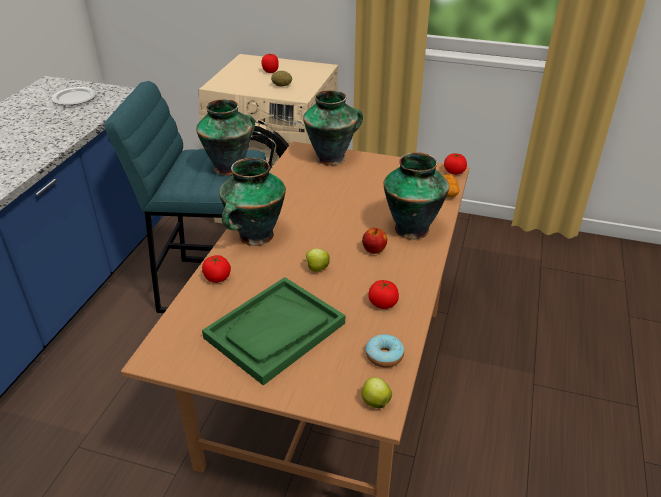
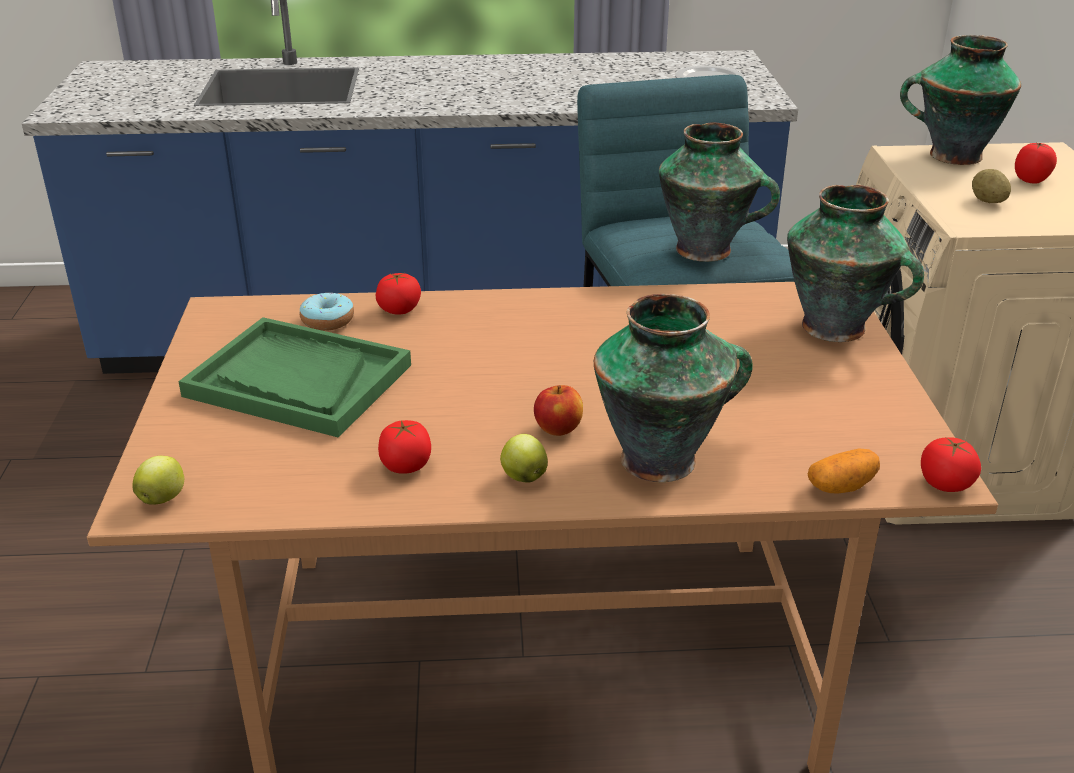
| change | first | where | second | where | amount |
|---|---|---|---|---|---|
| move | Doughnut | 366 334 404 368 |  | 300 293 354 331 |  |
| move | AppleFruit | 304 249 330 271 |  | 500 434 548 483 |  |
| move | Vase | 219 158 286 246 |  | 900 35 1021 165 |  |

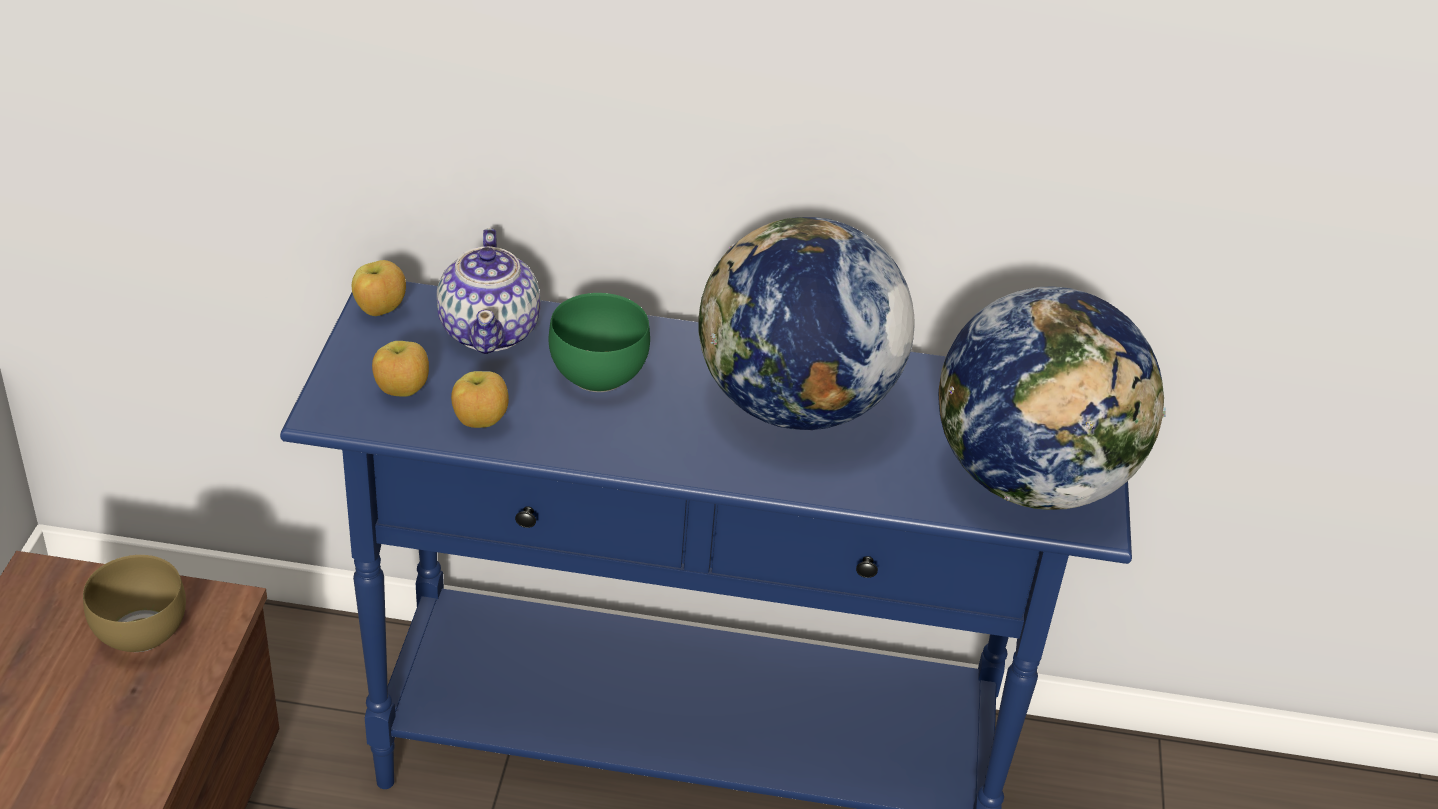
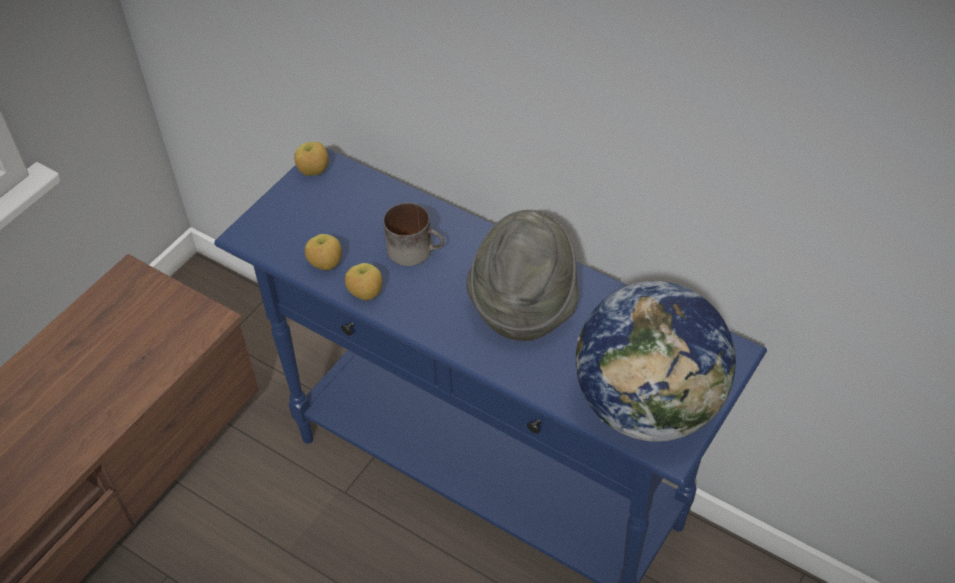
| change | first | where | second | where | amount |
|---|---|---|---|---|---|
| move | AppleFruit | 372 341 429 397 |  | 345 263 382 301 |  |
| replace | GreenishDeepDish | 549 293 650 392 | Mug | 383 203 444 266 |  |
| replace | DeskGlobe | 698 217 915 430 | GreyHat | 466 210 578 341 |  |
| delete | BrownColouredDeepDish | 83 555 186 652 |  |  |  |
| delete | PotForTea | 437 228 541 354 |  |  |  |

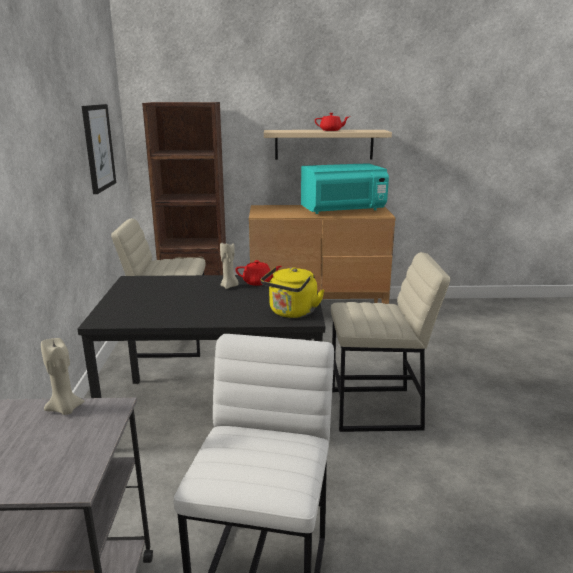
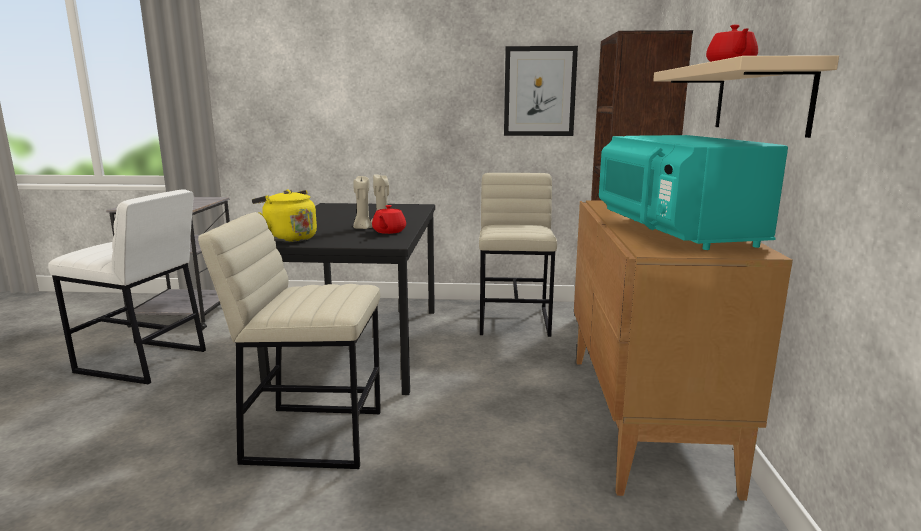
| change | first | where | second | where | amount |
|---|---|---|---|---|---|
| rotate | BeigeChair | 331 252 450 432 |  | 198 212 381 469 | 90 degrees clockwise |
| move | BeigeWaxLight | 41 338 84 415 |  | 353 176 372 229 |  |

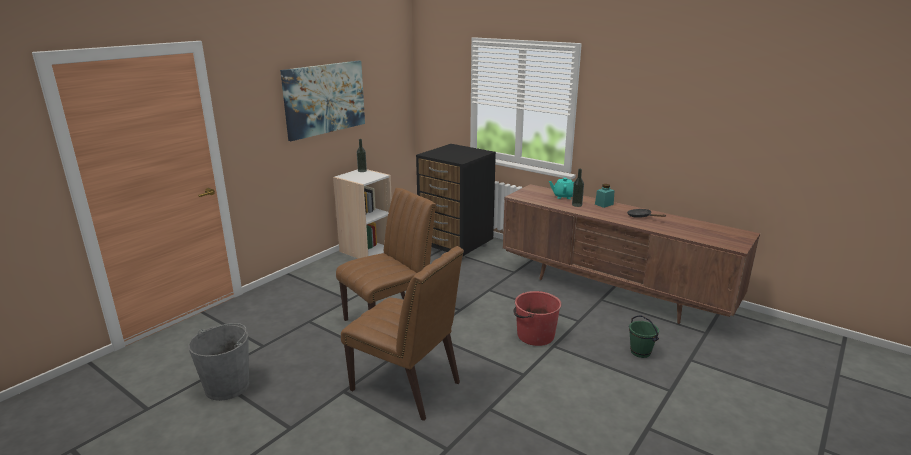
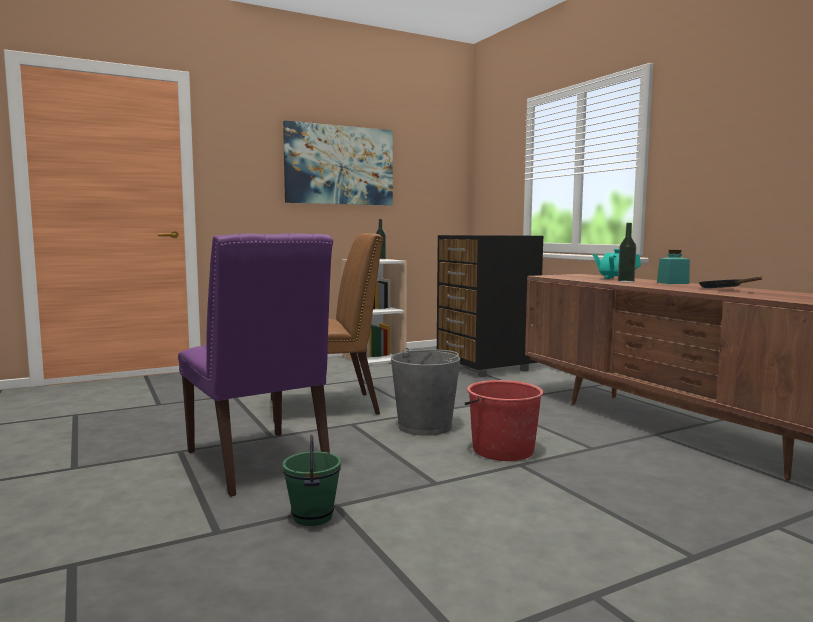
| change | first | where | second | where | amount |
|---|---|---|---|---|---|
| recolor | BrownColouredChair | 341 246 464 421 | PurpleColouredChair | 178 233 333 497 |  |
| move | GreenishBucket | 629 315 659 358 |  | 282 435 341 526 |  |
| move | GreyBucket | 188 323 250 401 |  | 391 348 460 436 |  |

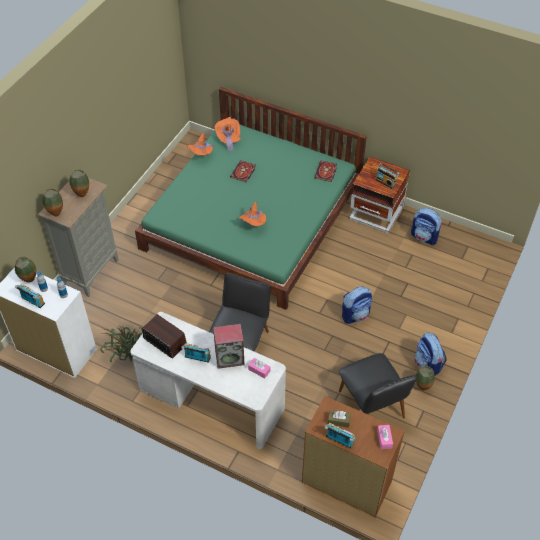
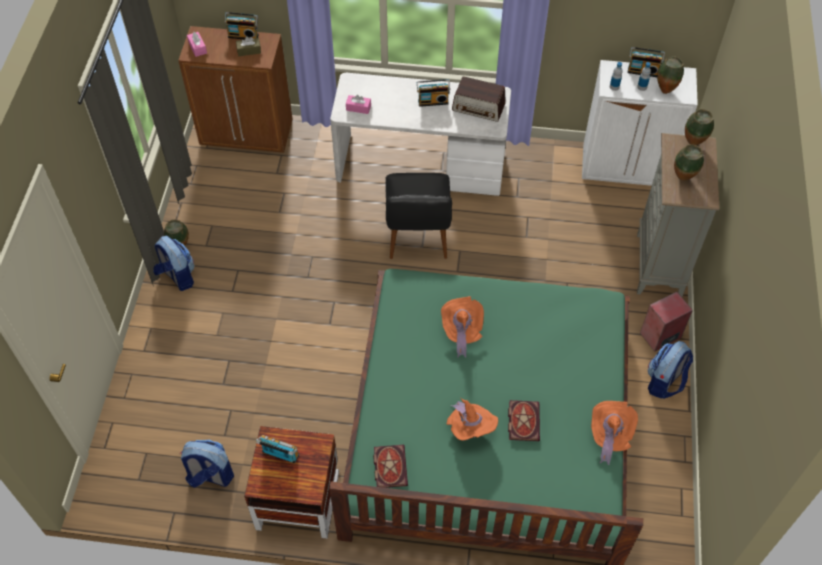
| change | first | where | second | where | amount |
|---|---|---|---|---|---|
| move | OrangeHat | 214 117 241 152 |  | 447 398 498 440 |  |
| move | AudioSpeaker | 213 324 244 369 |  | 640 292 693 352 |  |
| move | Backpack | 342 286 372 324 |  | 648 341 693 399 |  |
| delete | PottedPlant | 100 322 143 362 |  |  |  |
| delete | BlackishChair | 339 353 417 418 |  |  |  |

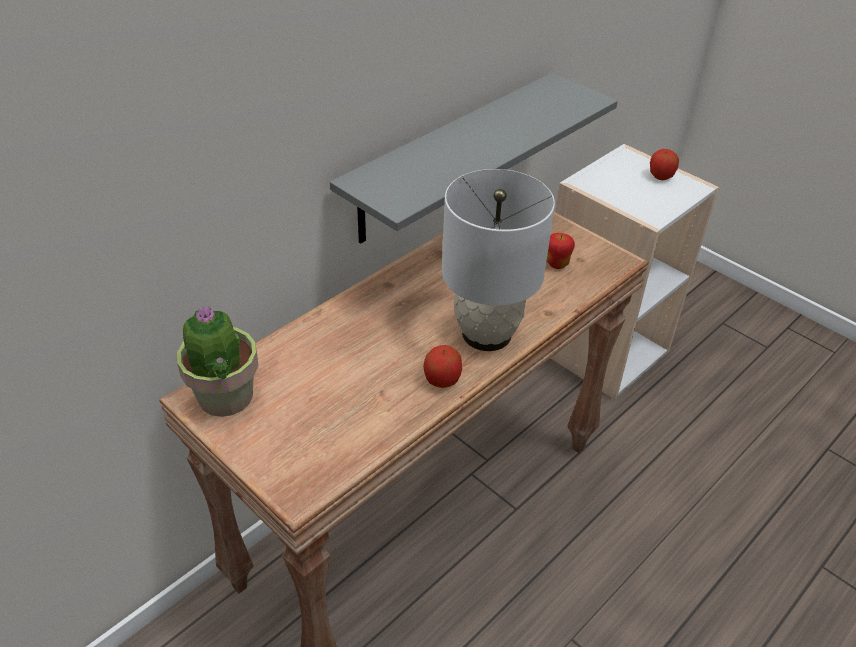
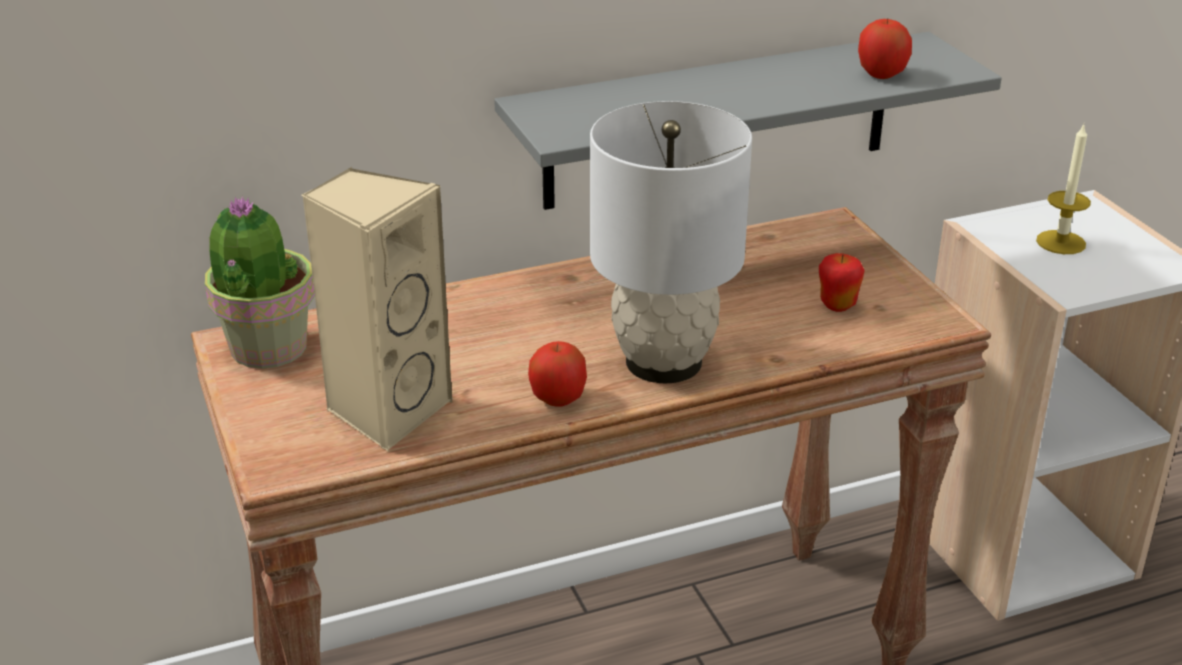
| change | first | where | second | where | amount |
|---|---|---|---|---|---|
| insert |  |  | BeigeAudioSpeaker | 302 167 453 451 |  |
| move | AppleFruit | 650 149 679 180 |  | 858 19 912 79 |  |
| insert |  |  | WaxLight | 1036 124 1091 254 |  |

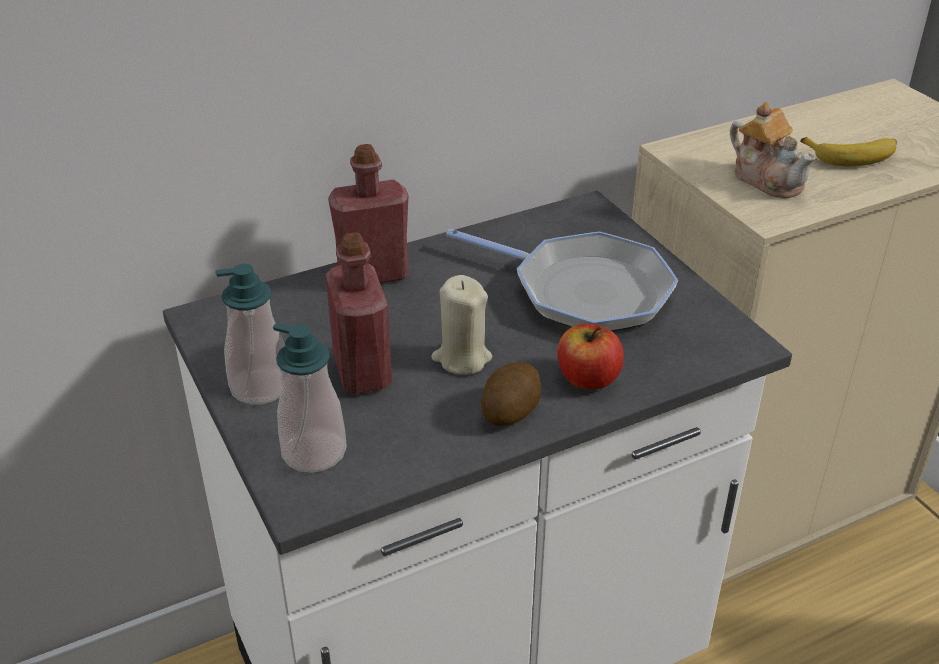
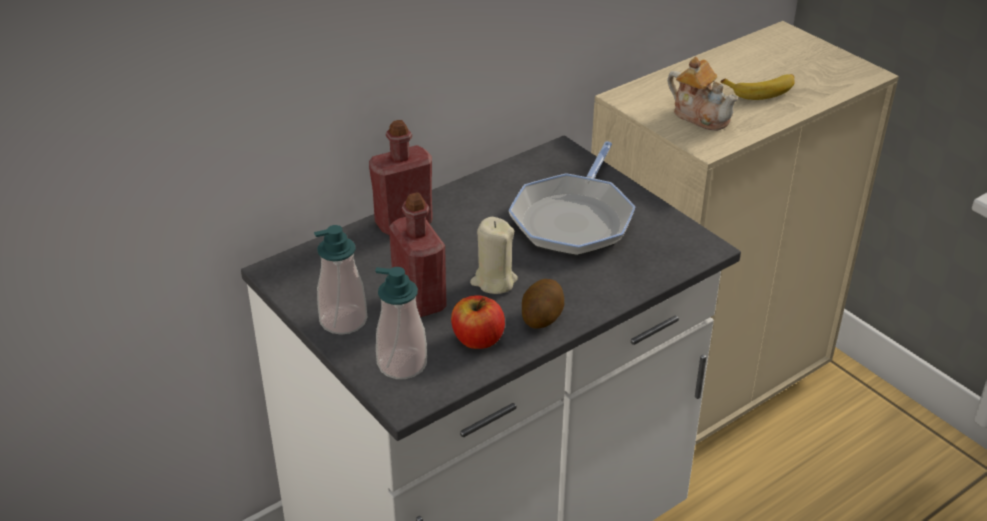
| change | first | where | second | where | amount |
|---|---|---|---|---|---|
| move | AppleFruit | 557 324 624 390 |  | 451 295 505 349 |  |
| rotate | FryingPan | 446 229 678 332 |  | 509 141 635 256 | 90 degrees clockwise |

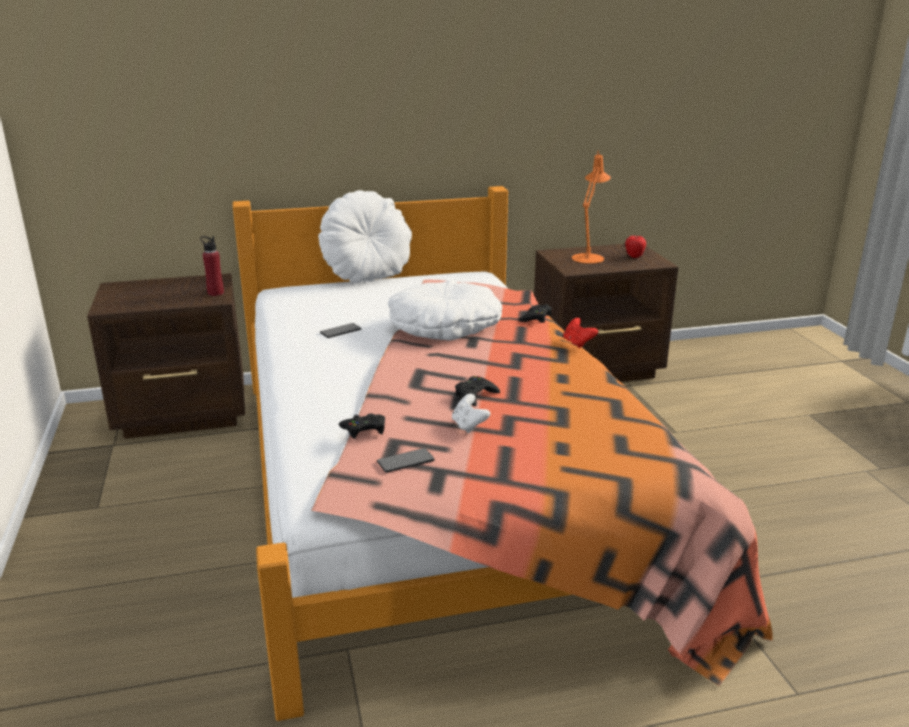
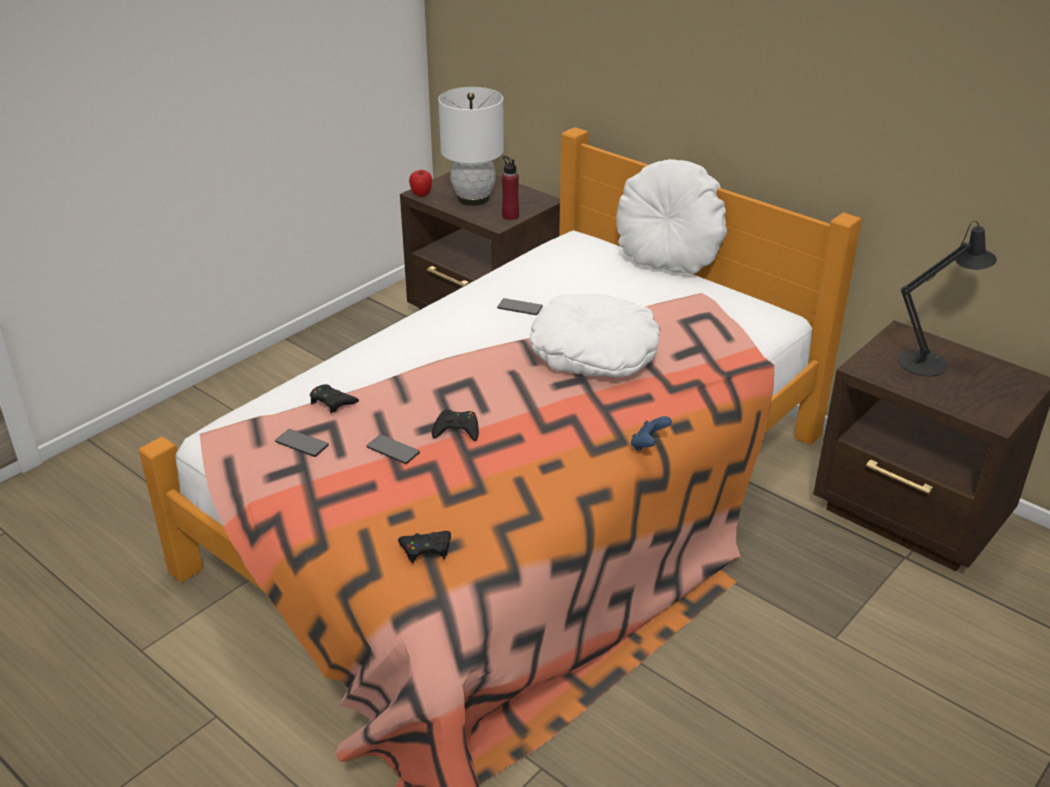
| change | first | where | second | where | amount |
|---|---|---|---|---|---|
| replace | WhiteGameController | 452 394 490 433 | Phone | 367 435 420 464 |  |
| move | BlackishGameController | 519 304 552 323 |  | 398 531 451 563 |  |
| move | AppleFruit | 625 235 646 258 |  | 409 170 432 197 |  |
| insert |  |  | WhiteLampForATable | 438 87 504 206 |  |
| recolor | ReddishGameController | 563 318 598 348 | BlueColouredGameController | 631 416 672 451 |  |
| recolor | OrangeLampForATable | 572 150 611 264 | BlackishLampForATable | 898 221 997 377 |  |

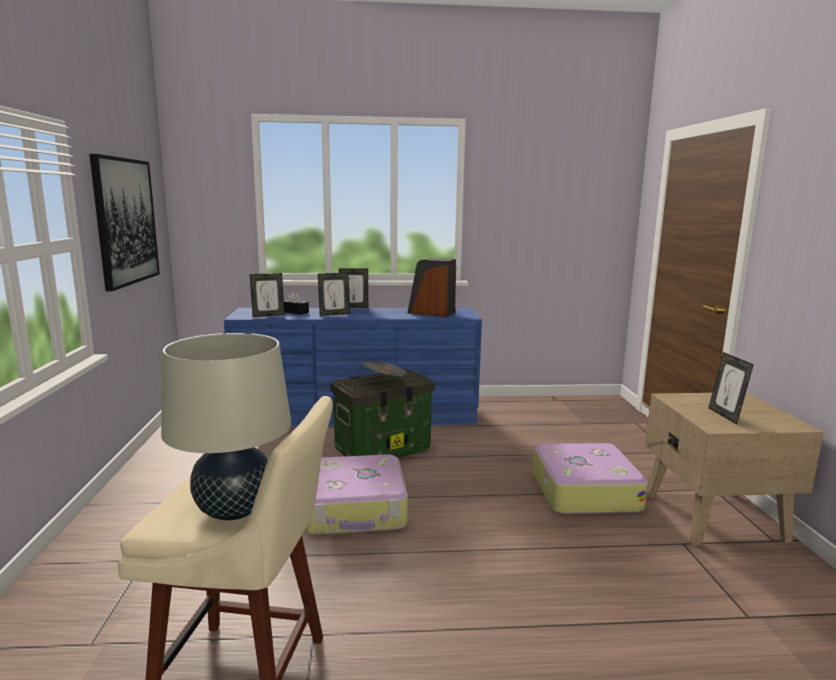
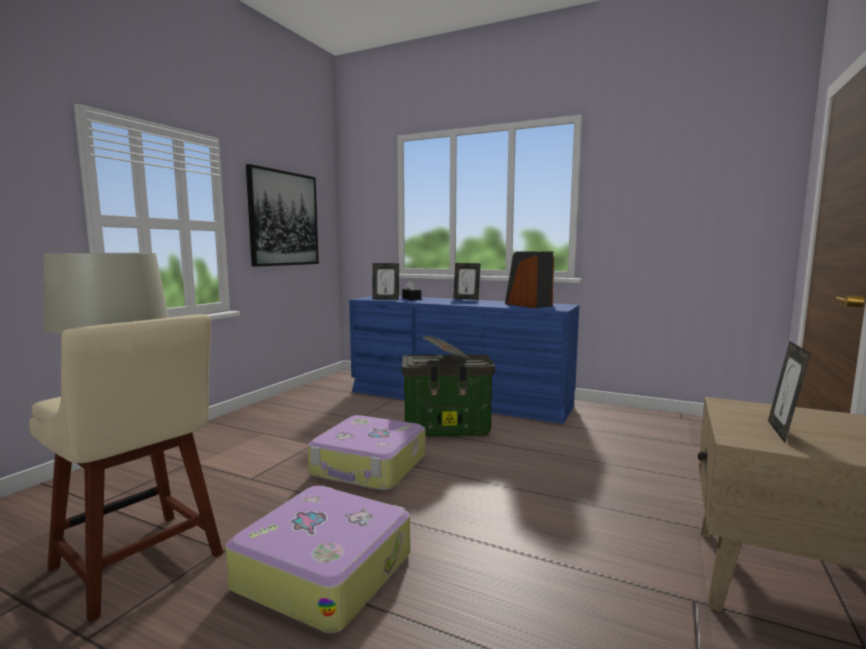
| change | first | where | second | where | amount |
|---|---|---|---|---|---|
| move | Suitcase | 533 443 648 514 |  | 225 486 410 634 |  |
| delete | PictureFrame | 318 273 350 316 |  |  |  |

